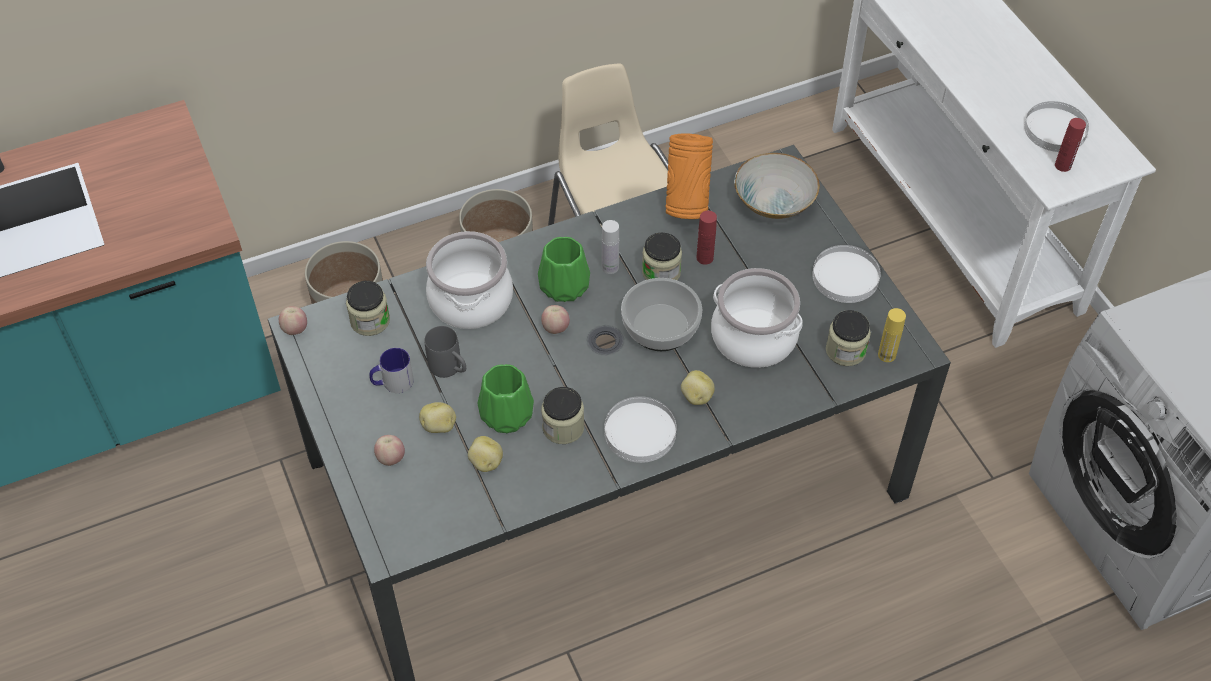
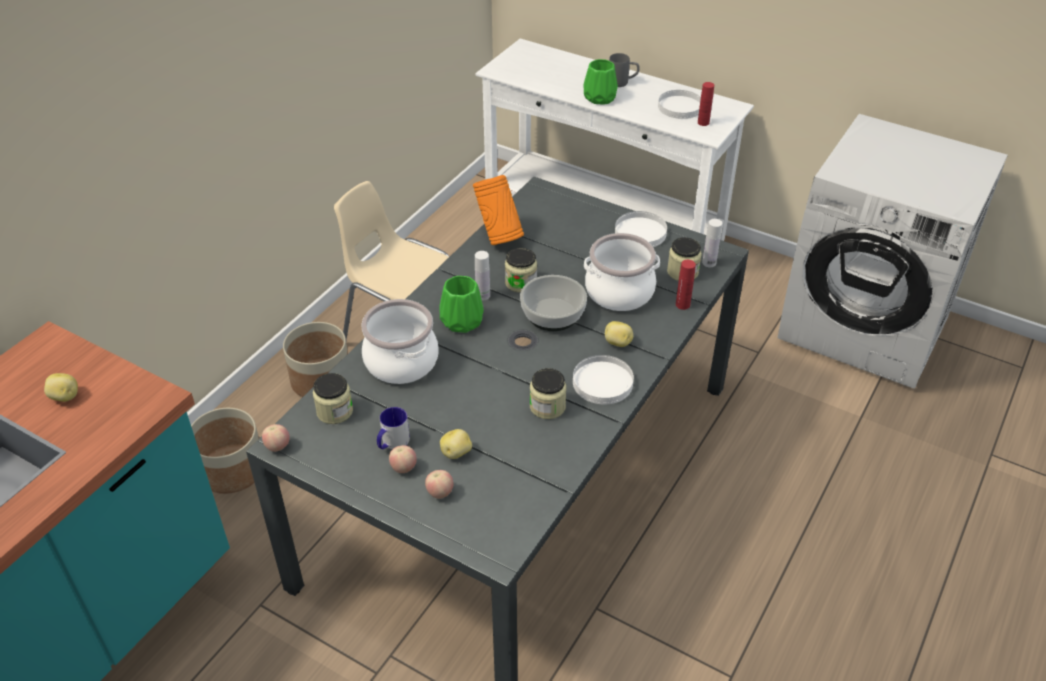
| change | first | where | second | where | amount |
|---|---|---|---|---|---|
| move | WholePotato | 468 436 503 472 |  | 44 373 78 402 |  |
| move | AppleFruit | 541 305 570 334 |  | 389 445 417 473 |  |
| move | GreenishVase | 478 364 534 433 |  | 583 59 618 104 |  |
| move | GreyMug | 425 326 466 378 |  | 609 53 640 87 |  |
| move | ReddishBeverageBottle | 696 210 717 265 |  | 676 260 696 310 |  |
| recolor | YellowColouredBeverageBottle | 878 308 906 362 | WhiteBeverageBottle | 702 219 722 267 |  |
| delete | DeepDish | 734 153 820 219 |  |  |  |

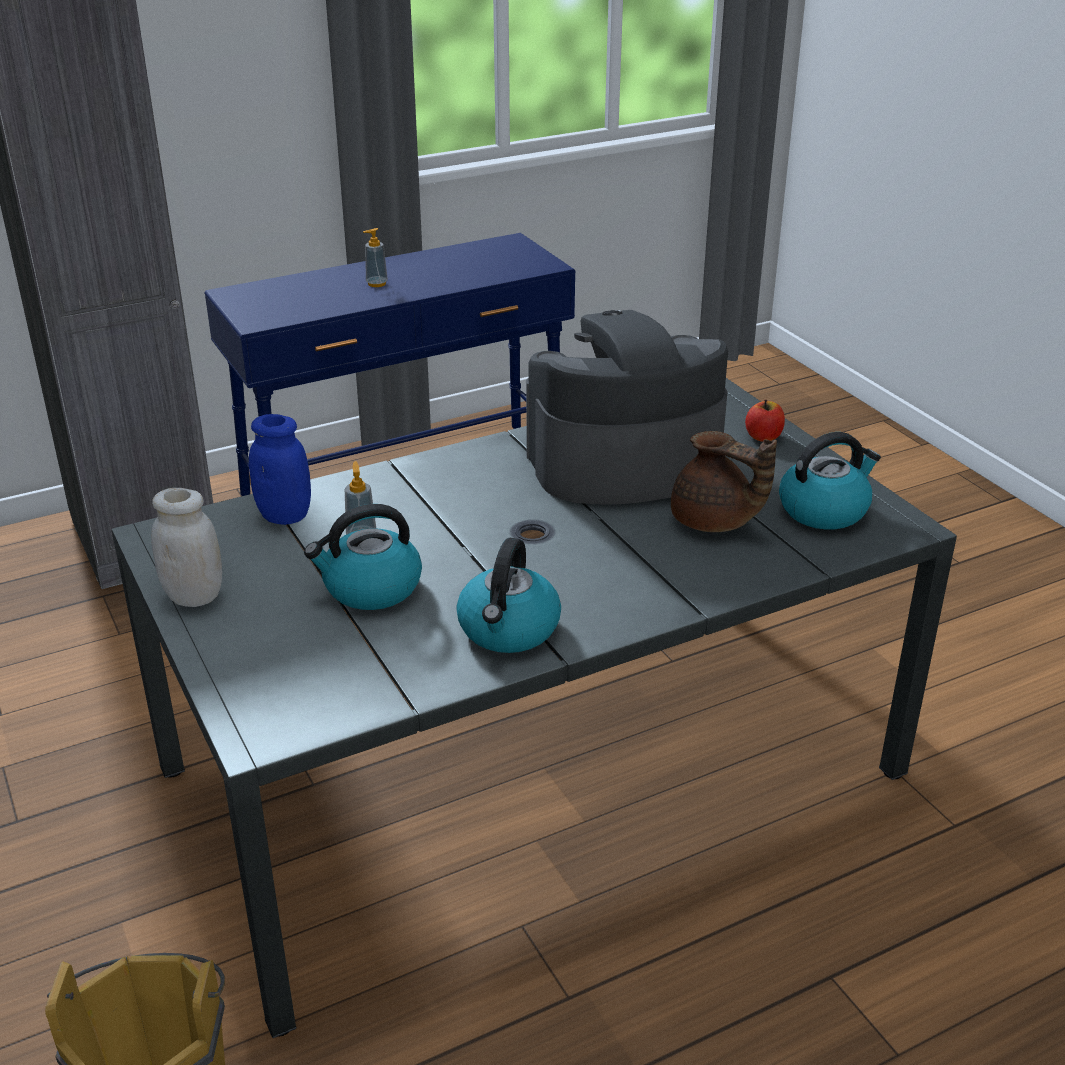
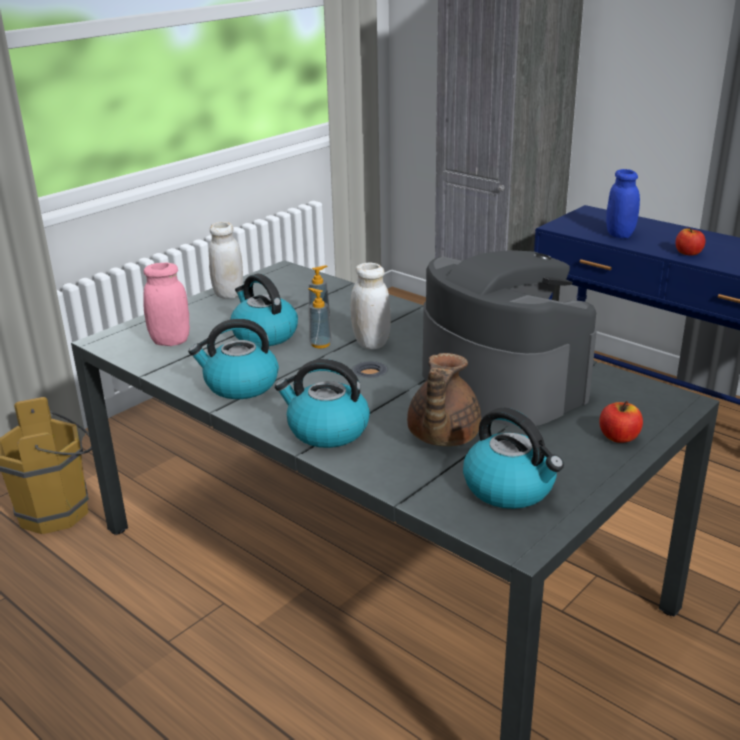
| change | first | where | second | where | amount |
|---|---|---|---|---|---|
| insert |  |  | PinkColouredPreserveJar | 143 263 190 346 |  |
| insert |  |  | TeaKettle | 275 359 370 448 |  |
| move | LiquidSoapBottle | 363 228 388 287 |  | 308 288 332 348 |  |
| insert |  |  | WhitePreserveJar | 351 262 391 349 |  |
| move | BlueColouredPreserveJar | 249 414 311 525 |  | 606 169 640 238 |  |
| insert |  |  | AppleFruit | 676 228 706 256 |  |

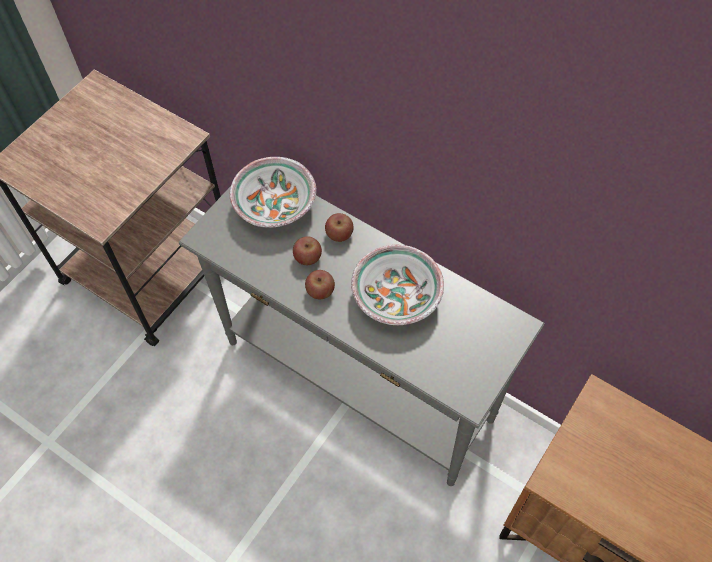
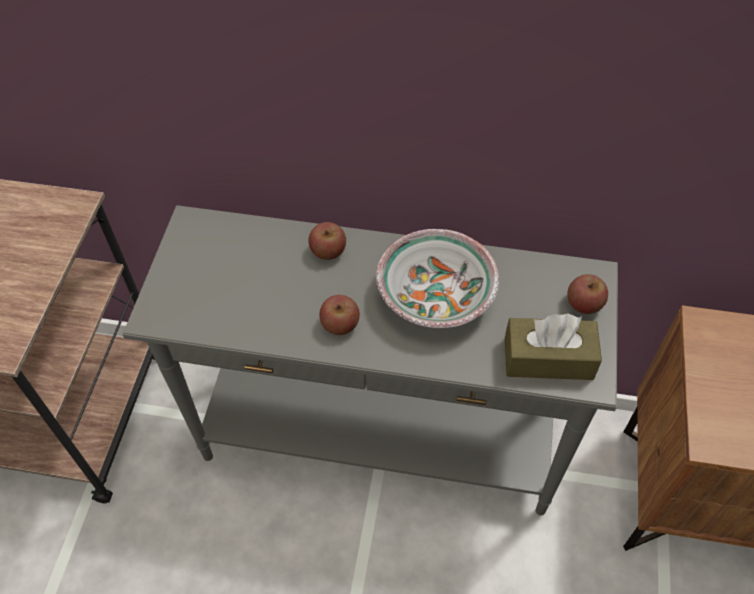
| change | first | where | second | where | amount |
|---|---|---|---|---|---|
| insert |  |  | BrownColouredBoxOfTissues | 505 313 602 380 |  |
| move | AppleFruit | 293 236 322 265 |  | 567 274 608 314 |  |
| delete | DeepDish | 230 157 316 228 |  |  |  |

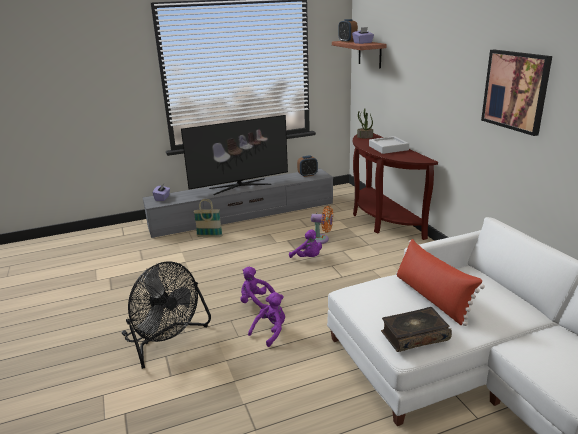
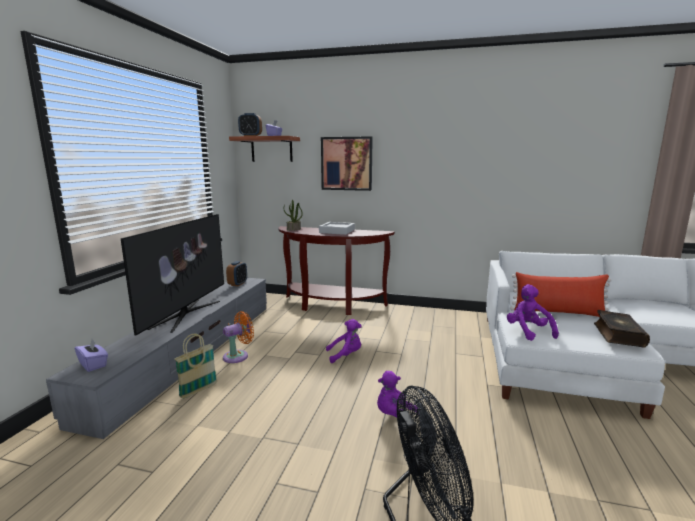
| change | first | where | second | where | amount |
|---|---|---|---|---|---|
| move | OrangeCoolingFan | 311 206 333 244 |  | 223 311 254 363 |  |
| move | WallPicture | 481 50 552 136 |  | 321 136 373 191 |  |
| move | PurpleColouredSoftToy | 248 292 285 347 |  | 507 284 559 341 |  |

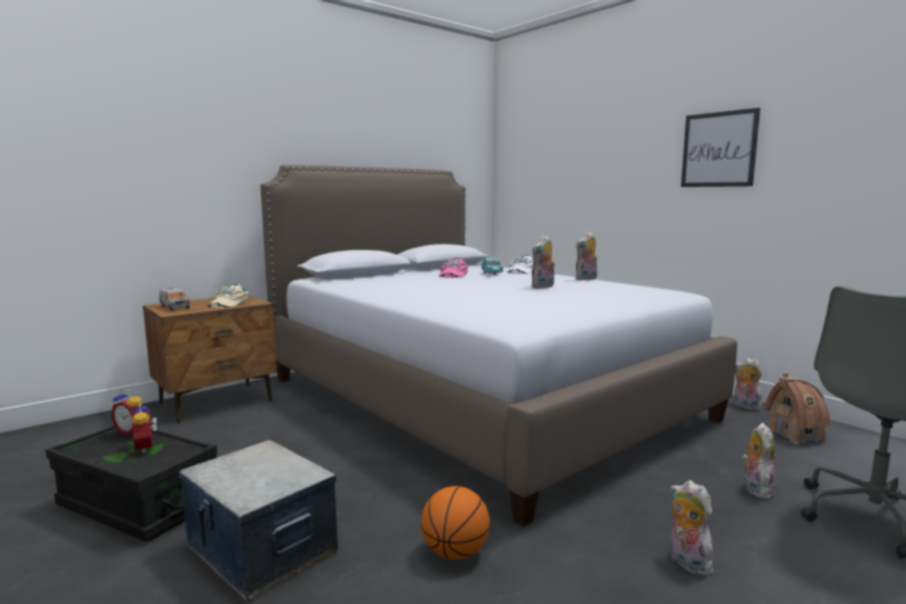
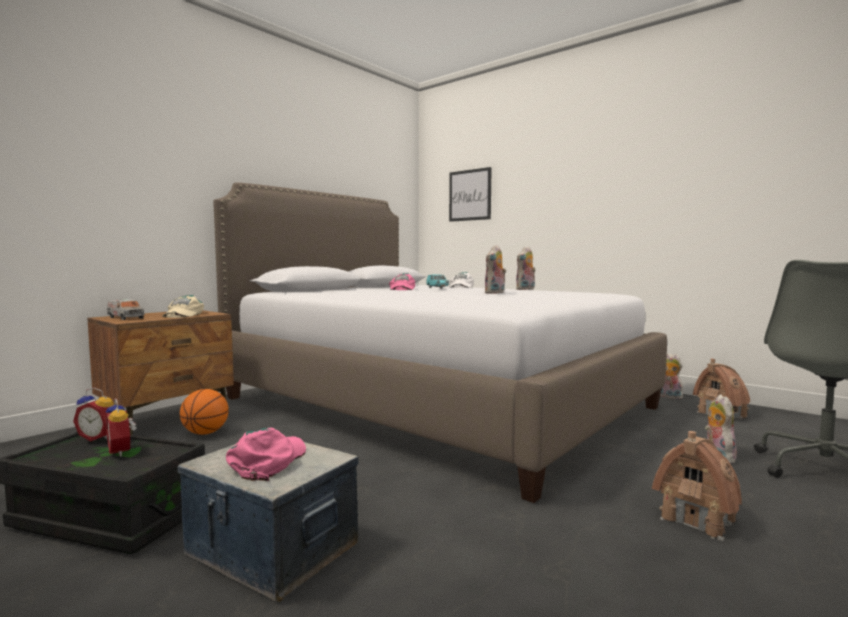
| change | first | where | second | where | amount |
|---|---|---|---|---|---|
| move | BallForBasketball | 421 486 490 560 |  | 180 389 229 435 |  |
| insert |  |  | PinkColouredCap | 226 427 306 481 |  |
| move | WallPicture | 681 108 760 187 |  | 449 167 492 222 |  |
| replace | SoftToy | 669 480 717 576 | ModelHouse | 652 431 742 541 |  |

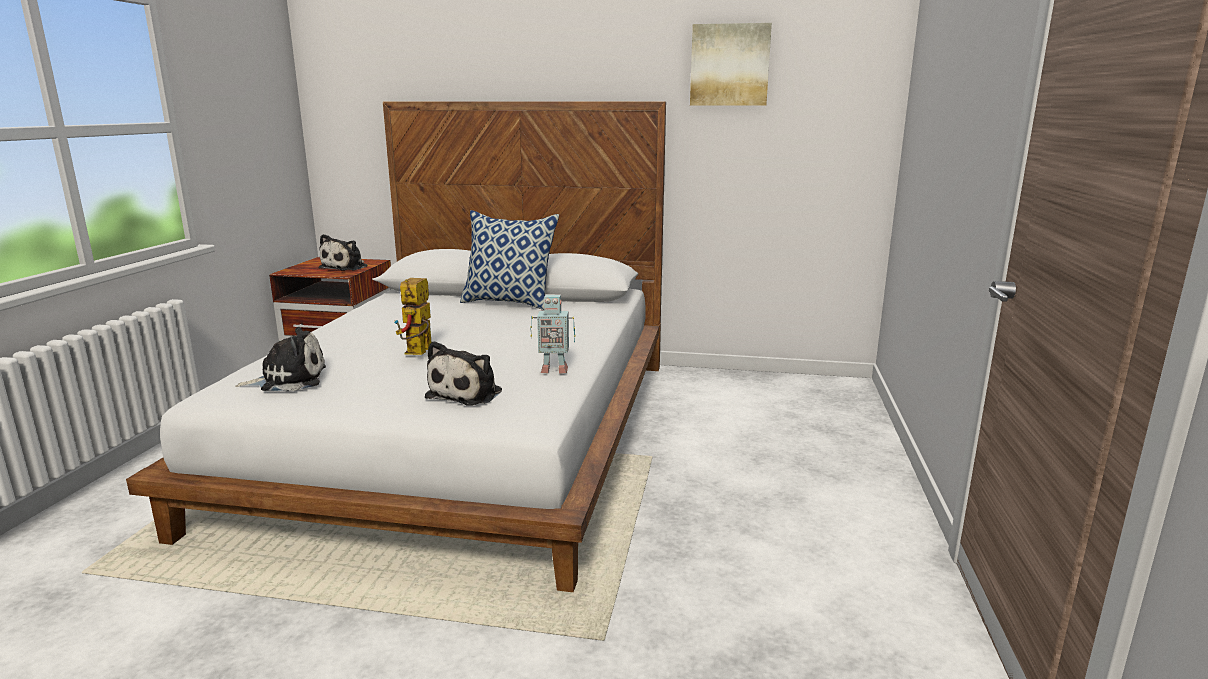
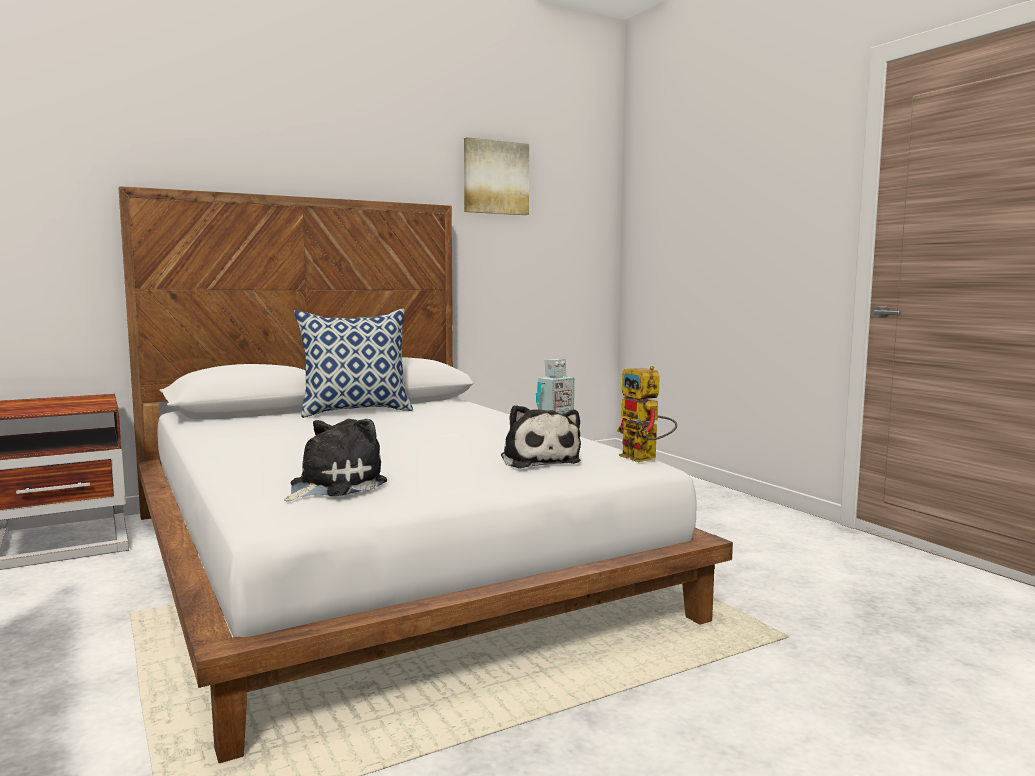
| change | first | where | second | where | amount |
|---|---|---|---|---|---|
| move | ModelRobot | 394 278 432 355 |  | 617 366 677 462 |  |
| delete | SoftToy | 318 234 367 271 |  |  |  |

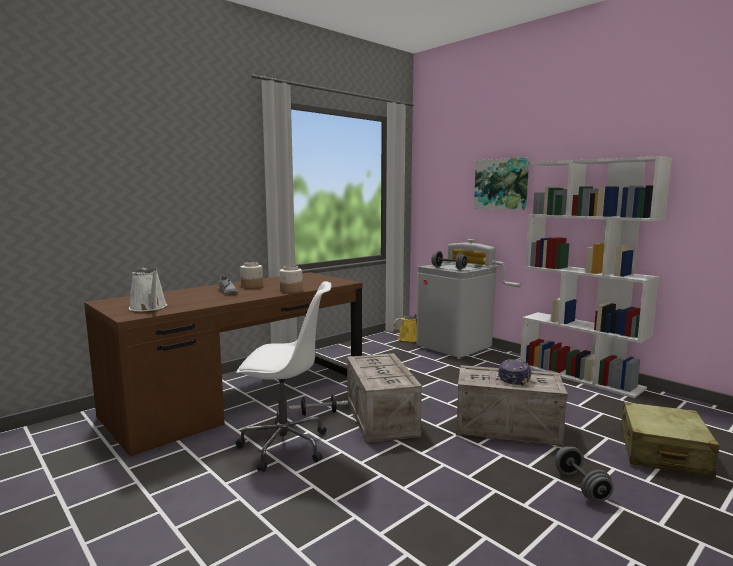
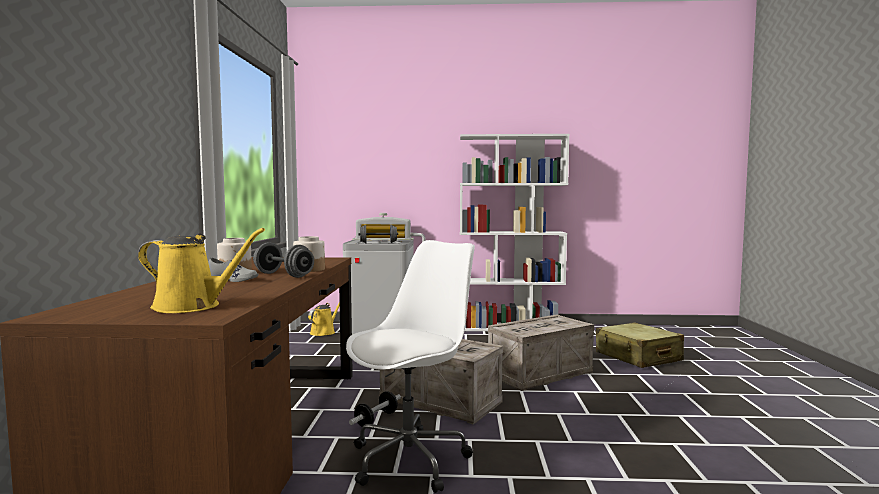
| change | first | where | second | where | amount |
|---|---|---|---|---|---|
| recolor | WhiteSprinklingCan | 129 267 167 311 | YellowColouredSprinklingCan | 138 228 265 313 |  |
| move | GreyHandWeight | 555 446 613 502 |  | 253 242 314 278 |  |
| delete | WallPicture | 474 157 529 210 |  |  |  |
| delete | Cap | 498 359 532 386 |  |  |  |

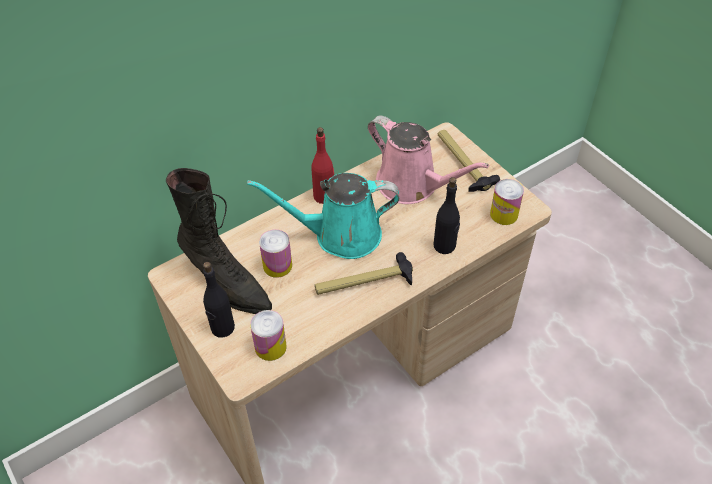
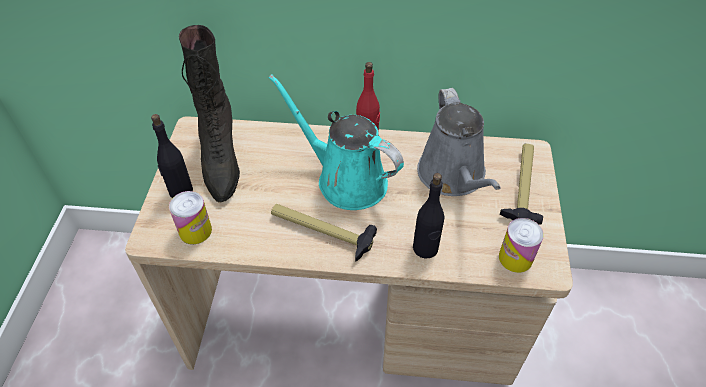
| change | first | where | second | where | amount |
|---|---|---|---|---|---|
| recolor | PinkColouredSprinklingCan | 368 116 489 204 | GreySprinklingCan | 417 88 501 196 |  |
| delete | SealedCan | 259 230 292 278 |  |  |  |

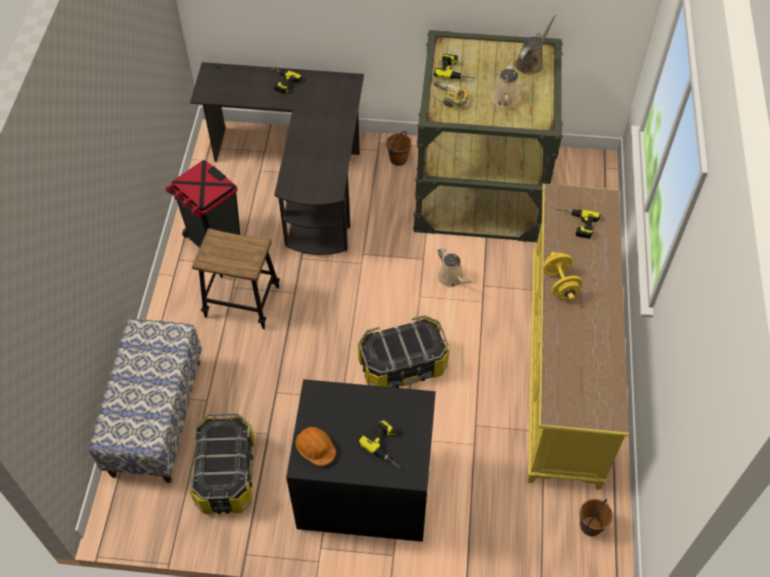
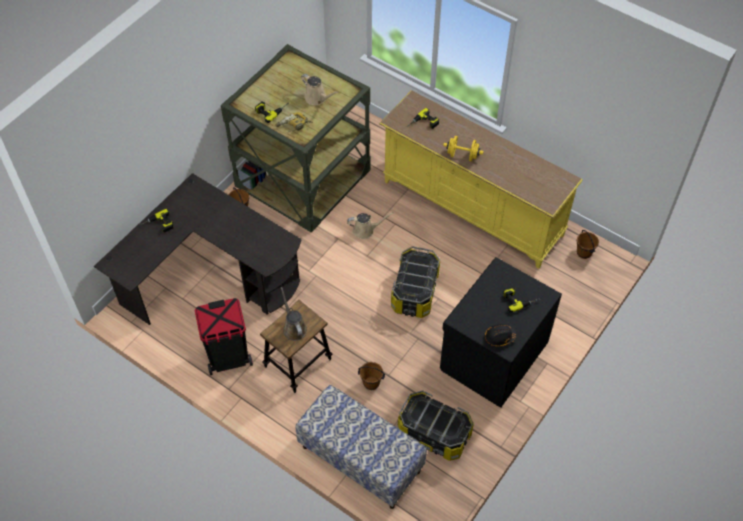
| change | first | where | second | where | amount |
|---|---|---|---|---|---|
| move | BrownColouredSprinklingCan | 515 15 556 75 |  | 281 287 307 341 |  |
| insert |  |  | BrownColouredBucket | 358 362 385 390 |  |
| recolor | OrangeWorkHelmet | 296 427 336 466 | BlackishWorkHelmet | 485 324 517 347 |  |

